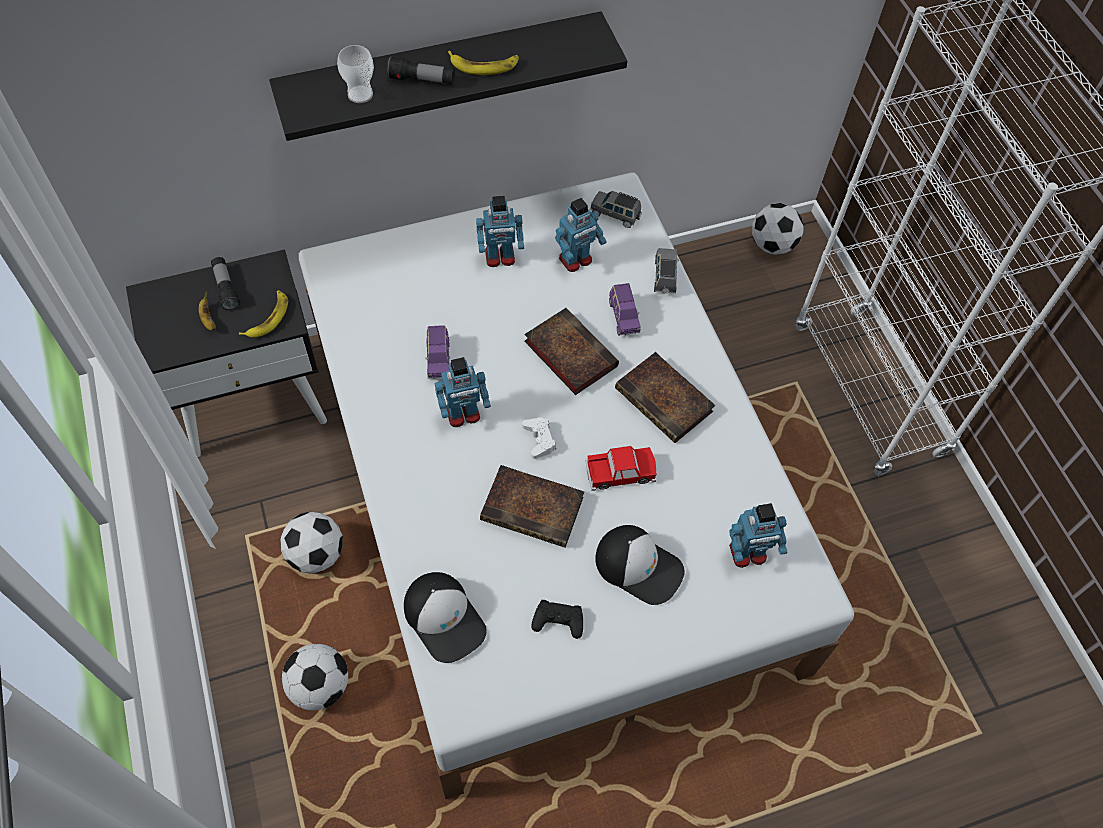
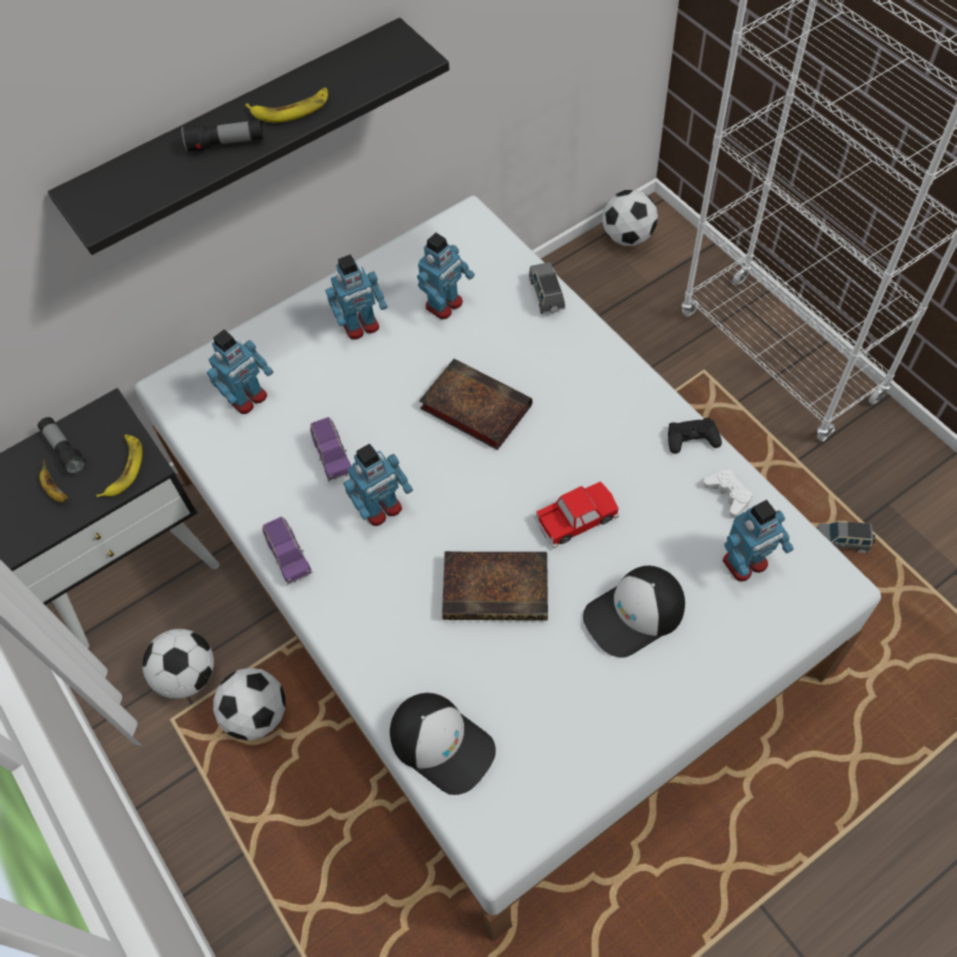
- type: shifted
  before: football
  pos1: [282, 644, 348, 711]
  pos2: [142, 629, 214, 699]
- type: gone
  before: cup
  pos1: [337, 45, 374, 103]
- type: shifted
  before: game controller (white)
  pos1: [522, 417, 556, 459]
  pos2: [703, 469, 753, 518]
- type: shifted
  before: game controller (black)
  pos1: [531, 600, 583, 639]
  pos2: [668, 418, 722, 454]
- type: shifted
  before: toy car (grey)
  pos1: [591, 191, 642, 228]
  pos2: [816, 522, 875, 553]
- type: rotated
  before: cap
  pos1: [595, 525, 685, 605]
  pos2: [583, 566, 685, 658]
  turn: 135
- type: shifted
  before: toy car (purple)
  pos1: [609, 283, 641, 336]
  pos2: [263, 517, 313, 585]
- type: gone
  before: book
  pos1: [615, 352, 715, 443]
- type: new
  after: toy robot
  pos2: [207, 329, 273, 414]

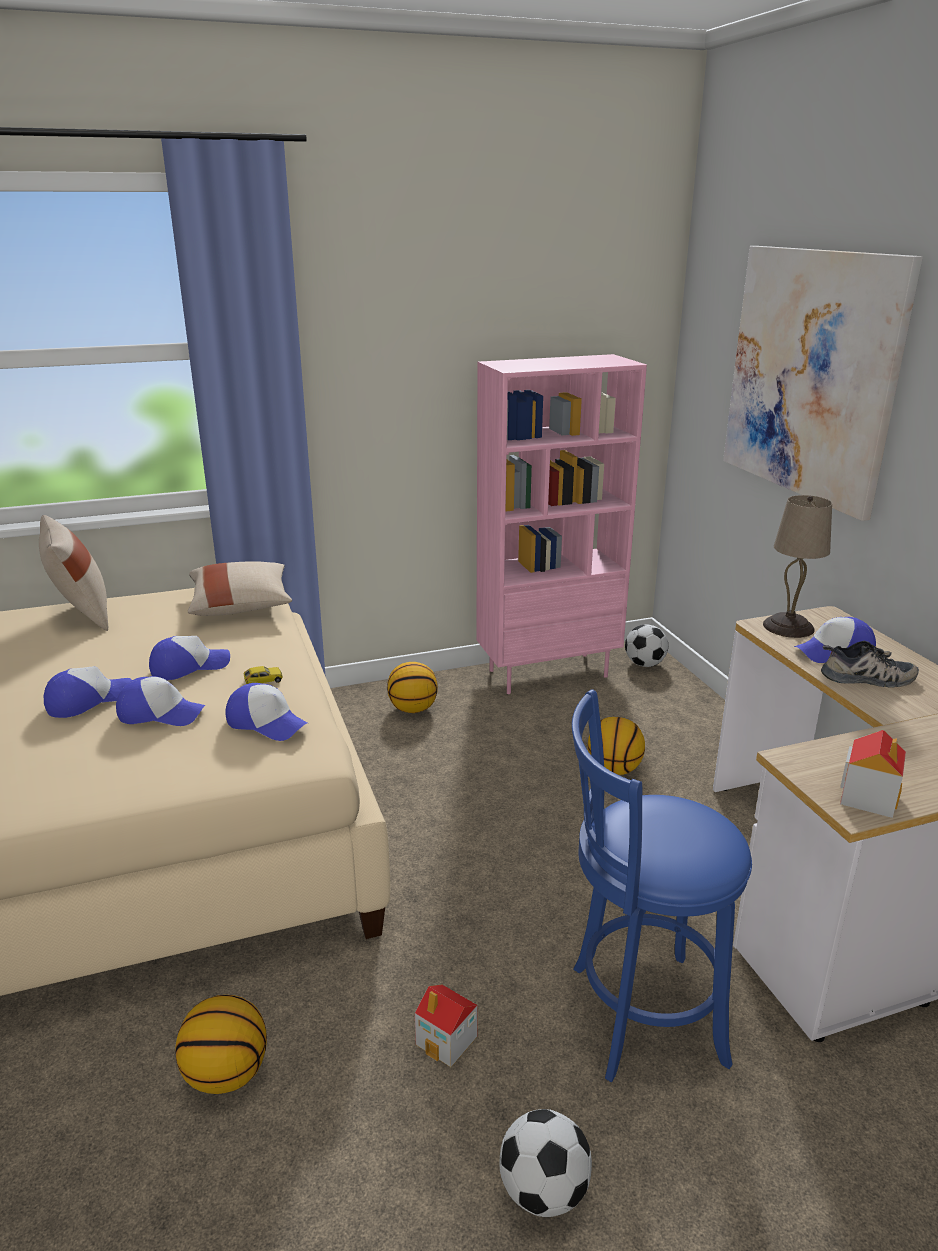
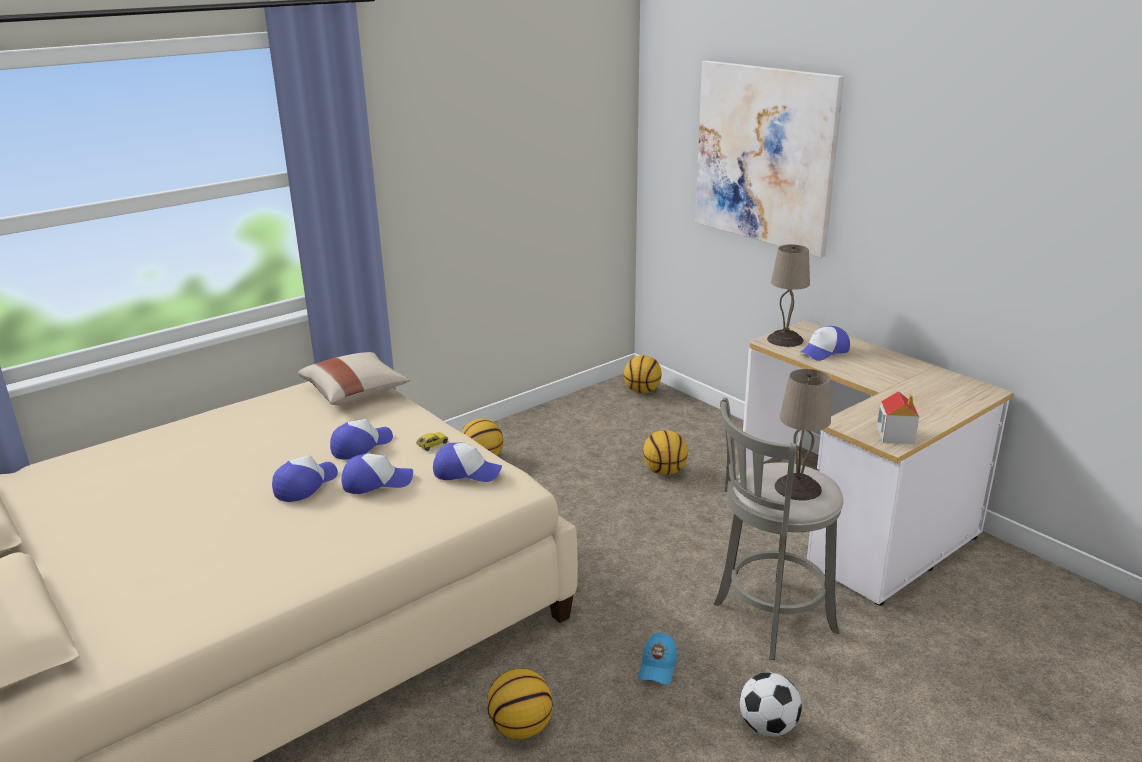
- type: gone
  before: pillow (beige)
  pos1: [39, 515, 108, 631]
- type: swapped
  before: toy house
  after: cap (blue)
  pos1: [415, 985, 477, 1067]
  pos2: [638, 633, 677, 685]
- type: gone
  before: bookcase (pink)
  pos1: [476, 354, 647, 694]
- type: repainted
  before: stool (blue)
  after: stool (grey)
  pos1: [572, 689, 752, 1082]
  pos2: [713, 398, 844, 660]
- type: swapped
  before: football
  after: basketball
  pos1: [625, 624, 668, 667]
  pos2: [624, 356, 662, 393]
- type: gone
  before: shoe
  pos1: [821, 641, 919, 688]
- type: new
  after: table lamp (beige)
  pos2: [774, 369, 831, 501]

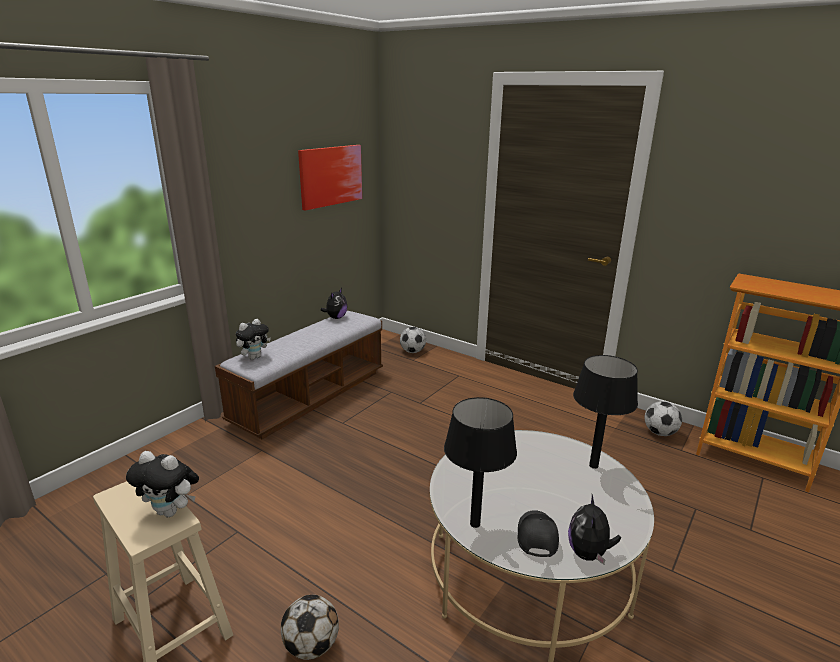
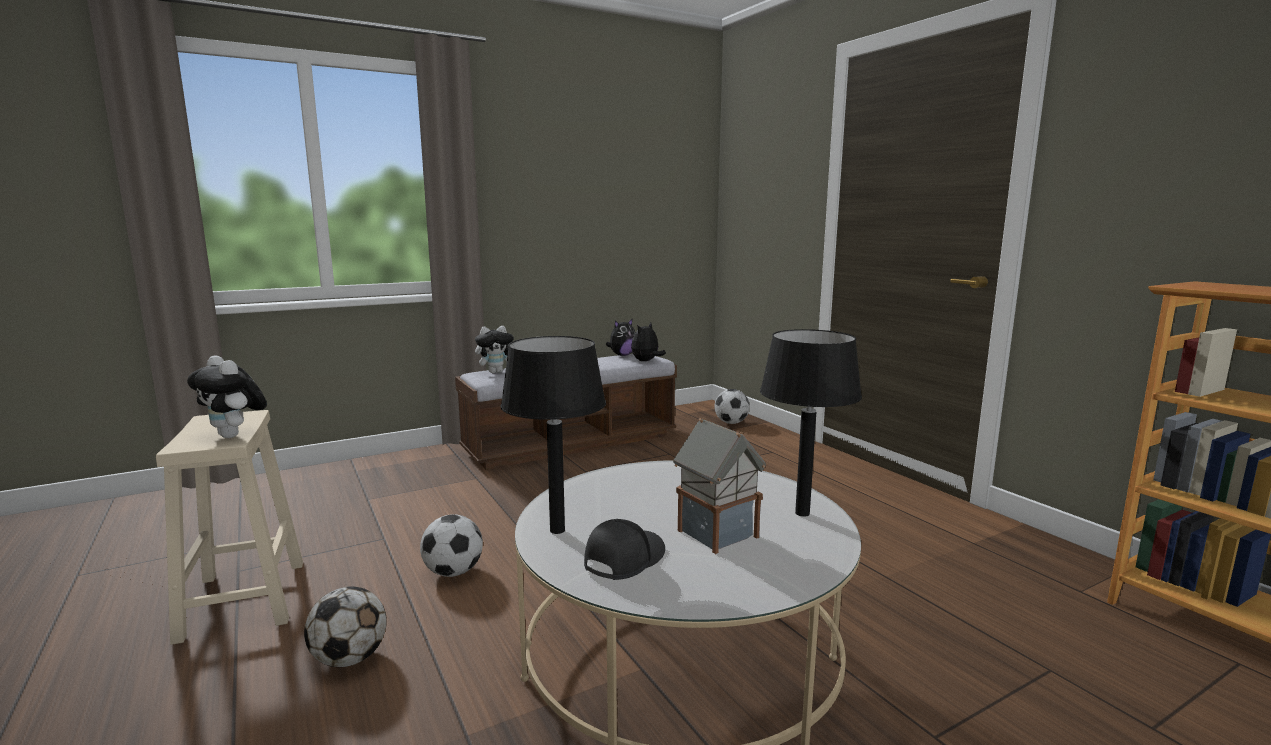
- type: gone
  before: picture
  pos1: [298, 145, 362, 211]
- type: shifted
  before: plush toy
  pos1: [568, 495, 621, 565]
  pos2: [631, 323, 666, 361]
- type: shifted
  before: football
  pos1: [645, 401, 682, 436]
  pos2: [420, 514, 483, 577]
- type: new
  after: toy house
  pos2: [673, 417, 766, 554]

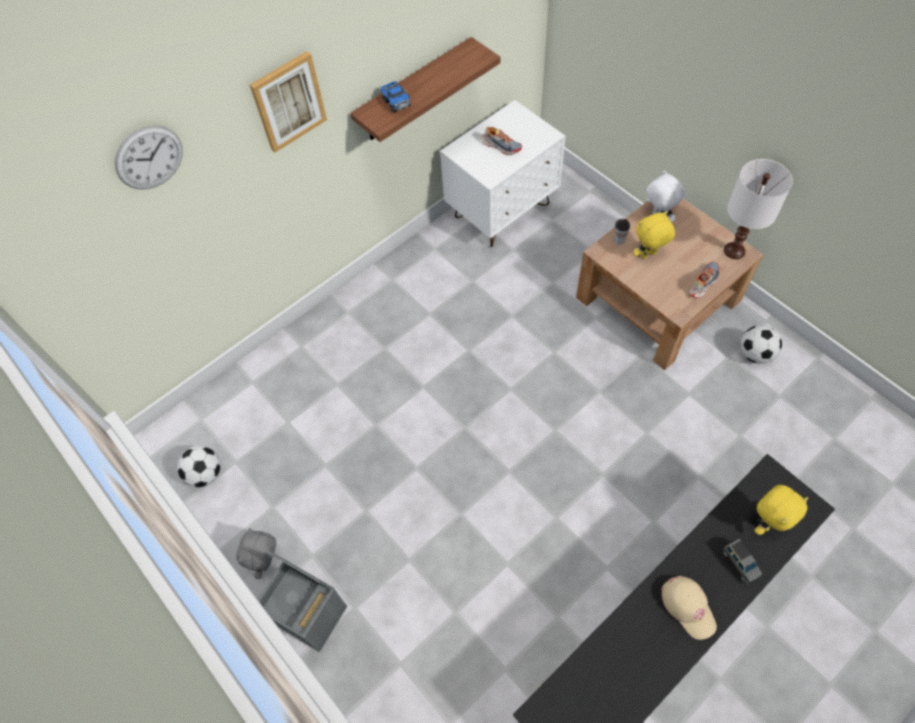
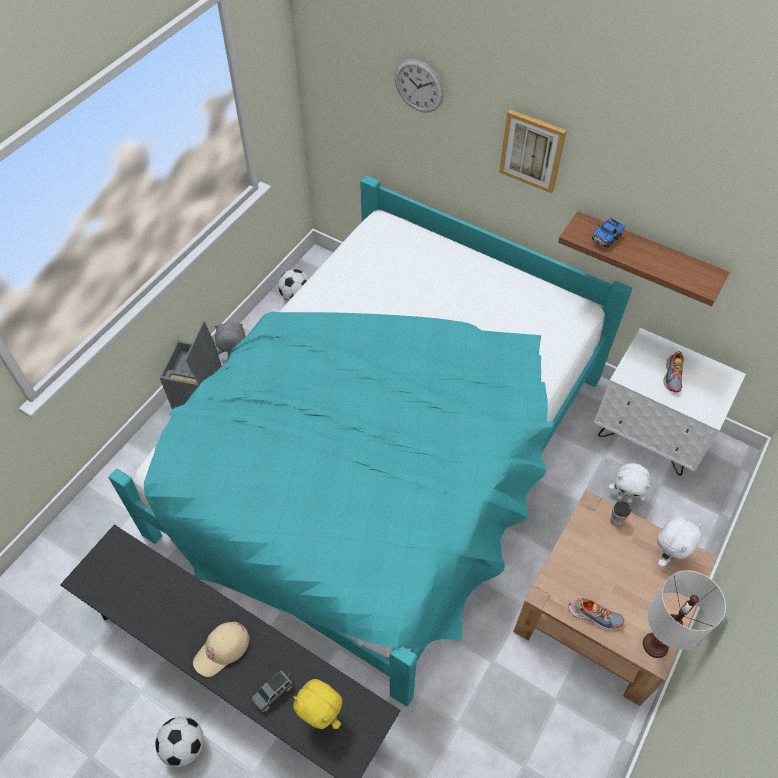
- type: gone
  before: plush toy (yellow)
  pos1: [633, 211, 675, 259]
- type: shifted
  before: football
  pos1: [740, 325, 782, 364]
  pos2: [155, 716, 204, 767]
- type: new
  after: bed (turquoise)
  pos2: [108, 176, 632, 706]
- type: new
  after: plush toy (white)
  pos2: [609, 463, 651, 503]

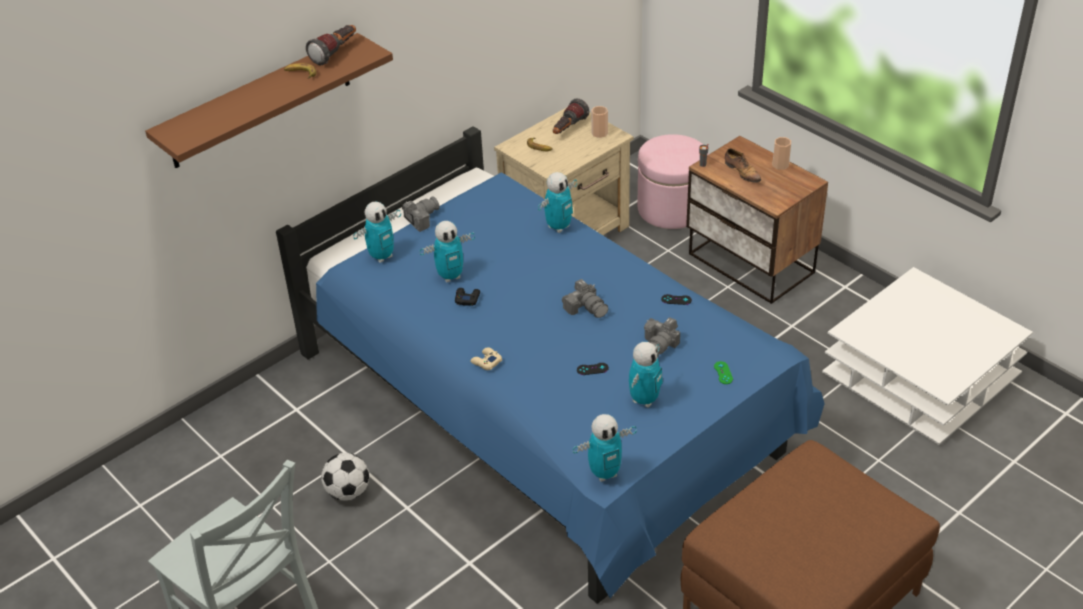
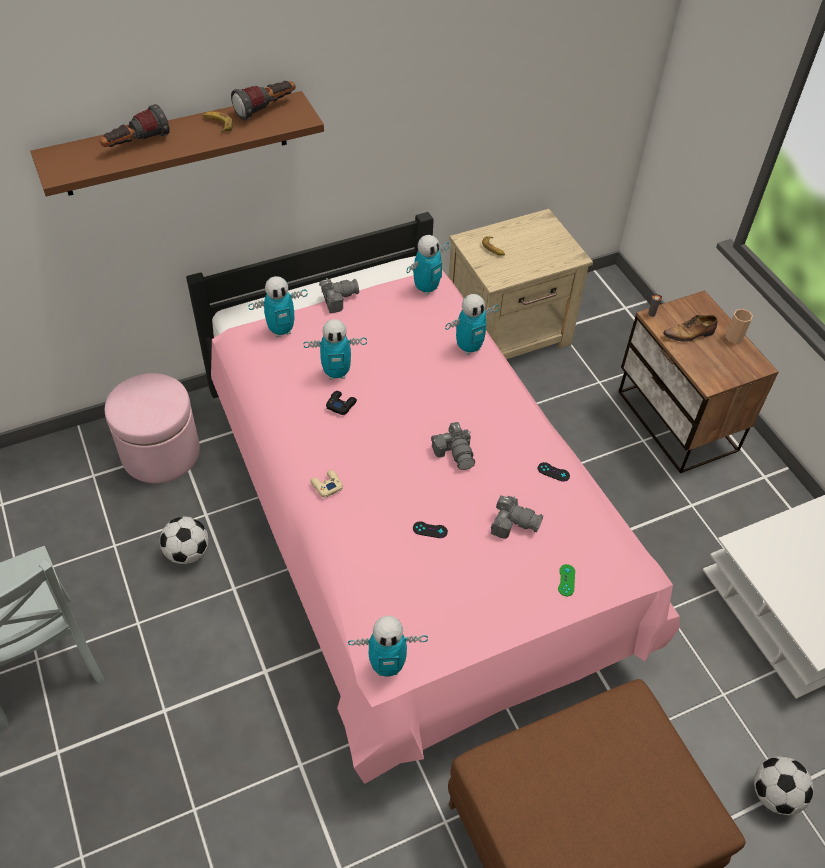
- type: repainted
  before: bed (blue)
  after: bed (pink)
  pos1: [276, 126, 825, 604]
  pos2: [186, 212, 680, 784]
- type: shifted
  before: flashlight
  pos1: [553, 98, 590, 134]
  pos2: [100, 104, 170, 147]
- type: gone
  before: cup
  pos1: [591, 106, 608, 138]
- type: shifted
  before: toy robot
  pos1: [629, 342, 663, 408]
  pos2: [406, 235, 449, 295]
- type: shifted
  before: ottoman (pink)
  pos1: [638, 134, 709, 229]
  pos2: [105, 373, 200, 483]
- type: rotated
  before: photo camera
  pos1: [644, 317, 680, 356]
  pos2: [491, 495, 543, 539]
  turn: -120
- type: rotated
  before: shoe
  pos1: [725, 148, 761, 183]
  pos2: [663, 315, 718, 342]
  turn: 90
- type: new
  after: football
  pos2: [754, 756, 813, 815]

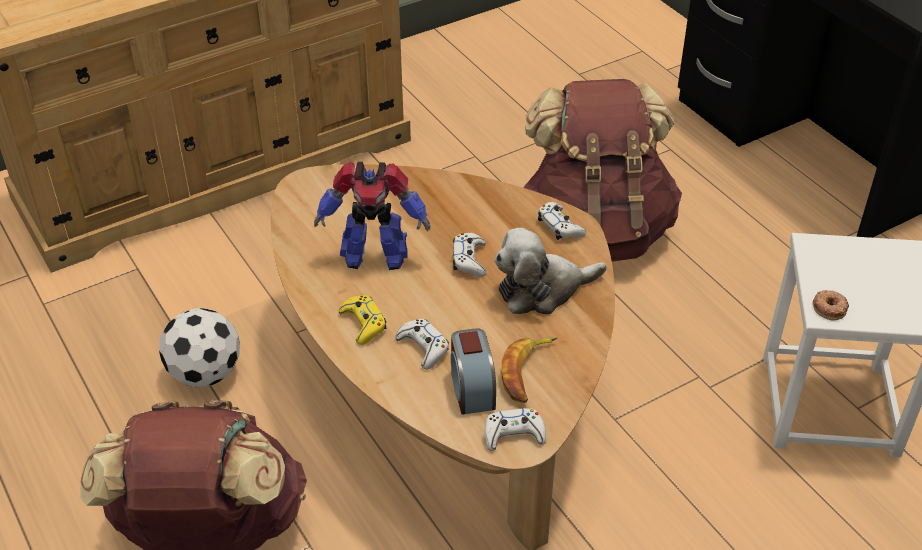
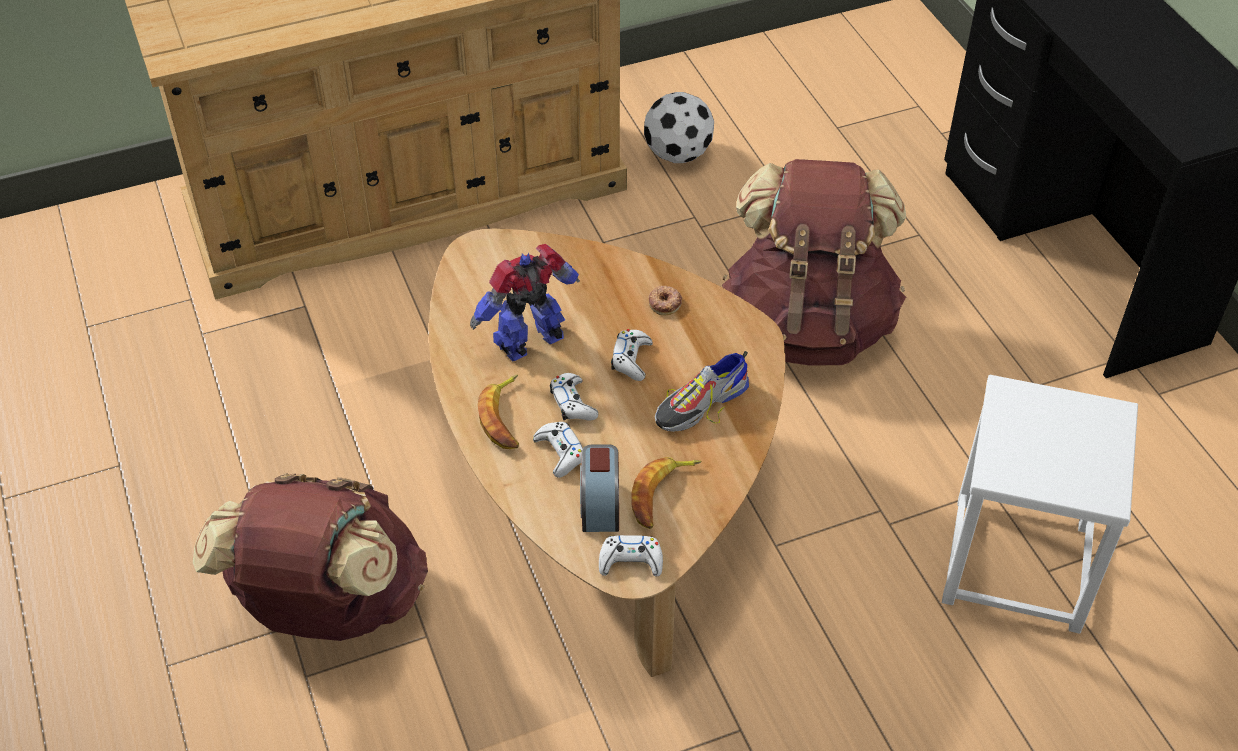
- type: shifted
  before: football
  pos1: [159, 308, 240, 387]
  pos2: [644, 92, 714, 163]
- type: rotated
  before: toy robot
  pos1: [314, 162, 430, 270]
  pos2: [470, 244, 580, 361]
  turn: 135
- type: swapped
  before: game controller (yellow)
  after: banana
  pos1: [339, 295, 386, 345]
  pos2: [478, 374, 519, 449]
- type: swapped
  before: plush toy
  after: shoe
  pos1: [494, 228, 607, 315]
  pos2: [655, 351, 749, 432]
- type: shifted
  before: game controller (white)
  pos1: [538, 202, 586, 240]
  pos2: [550, 373, 598, 420]
- type: shifted
  before: donut
  pos1: [812, 290, 849, 321]
  pos2: [649, 286, 682, 316]

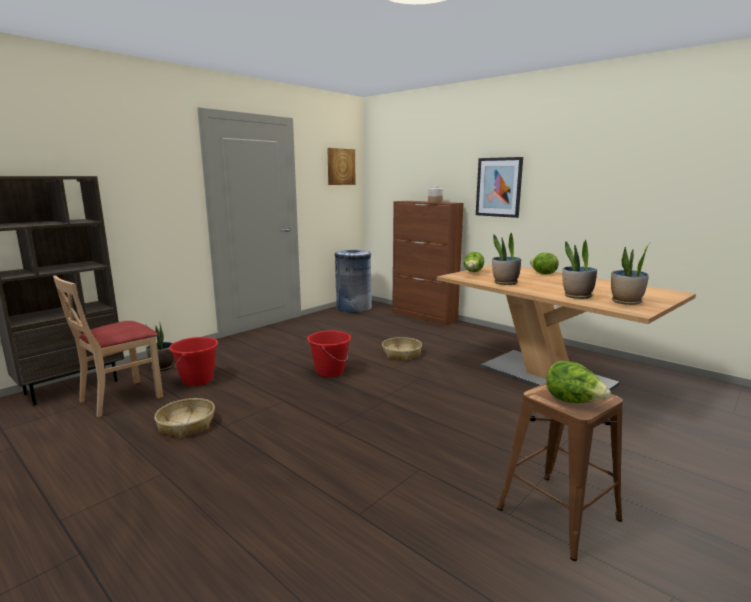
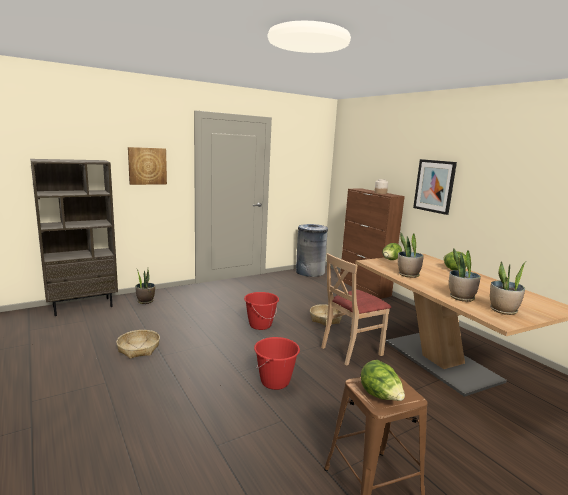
- type: shifted
  before: chair (beige)
  pos1: [53, 275, 163, 417]
  pos2: [321, 253, 391, 366]
- type: shifted
  before: bucket (red)
  pos1: [169, 337, 218, 386]
  pos2: [254, 337, 300, 390]
- type: shifted
  before: picture
  pos1: [327, 148, 355, 185]
  pos2: [128, 147, 167, 185]

